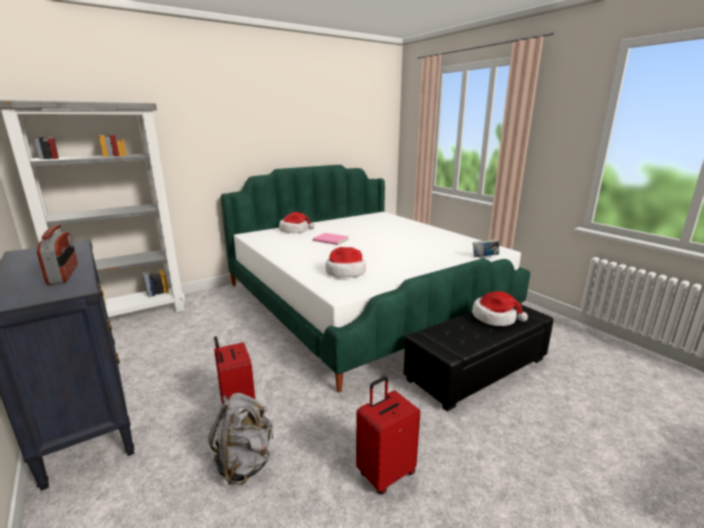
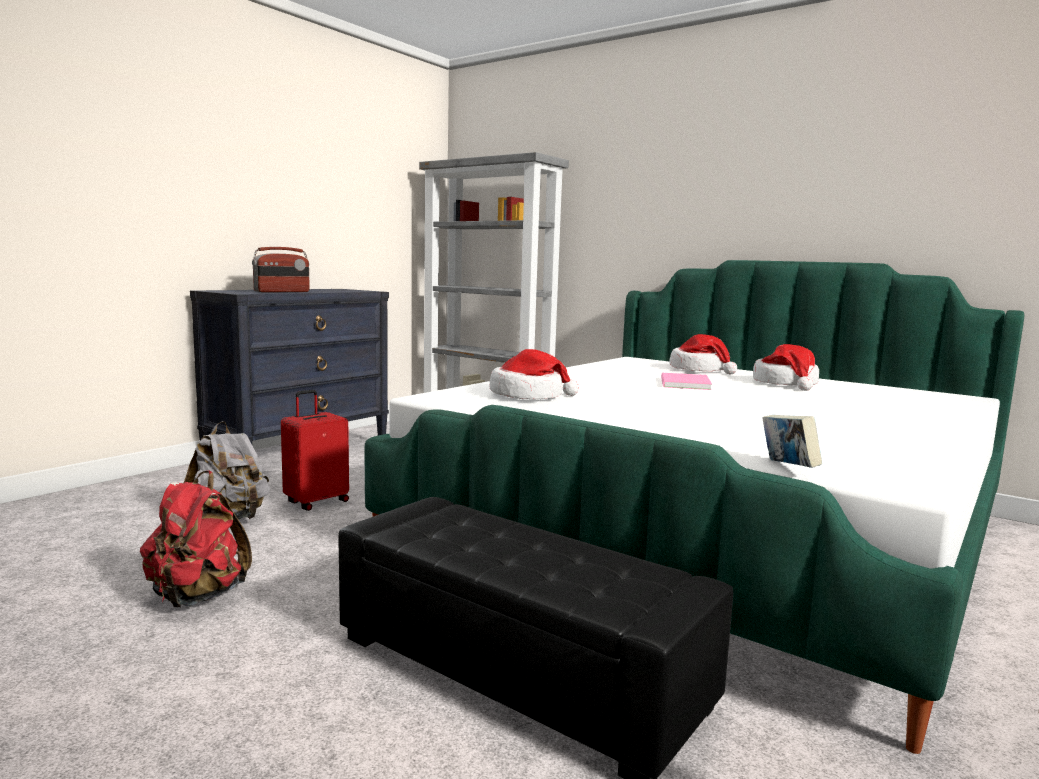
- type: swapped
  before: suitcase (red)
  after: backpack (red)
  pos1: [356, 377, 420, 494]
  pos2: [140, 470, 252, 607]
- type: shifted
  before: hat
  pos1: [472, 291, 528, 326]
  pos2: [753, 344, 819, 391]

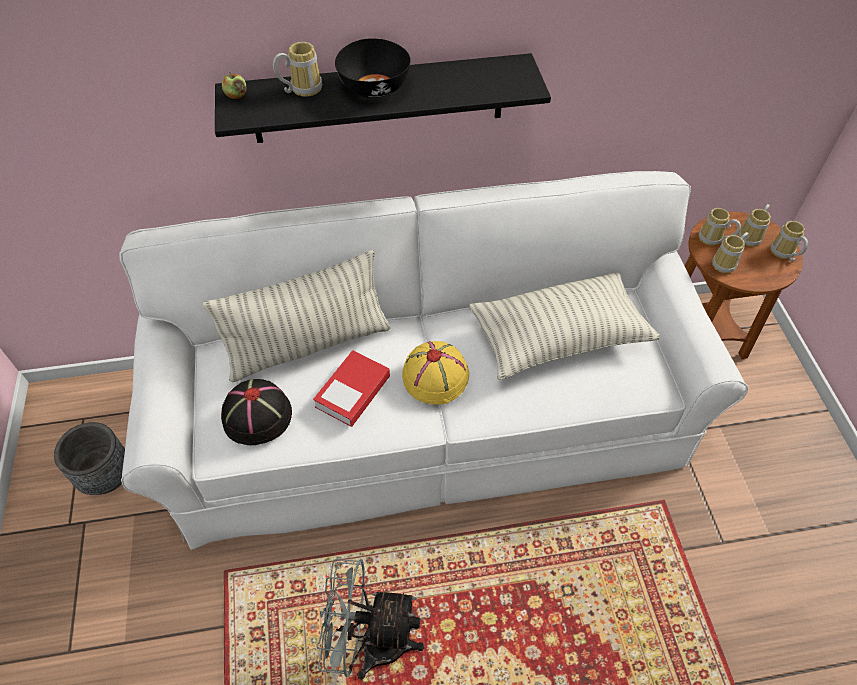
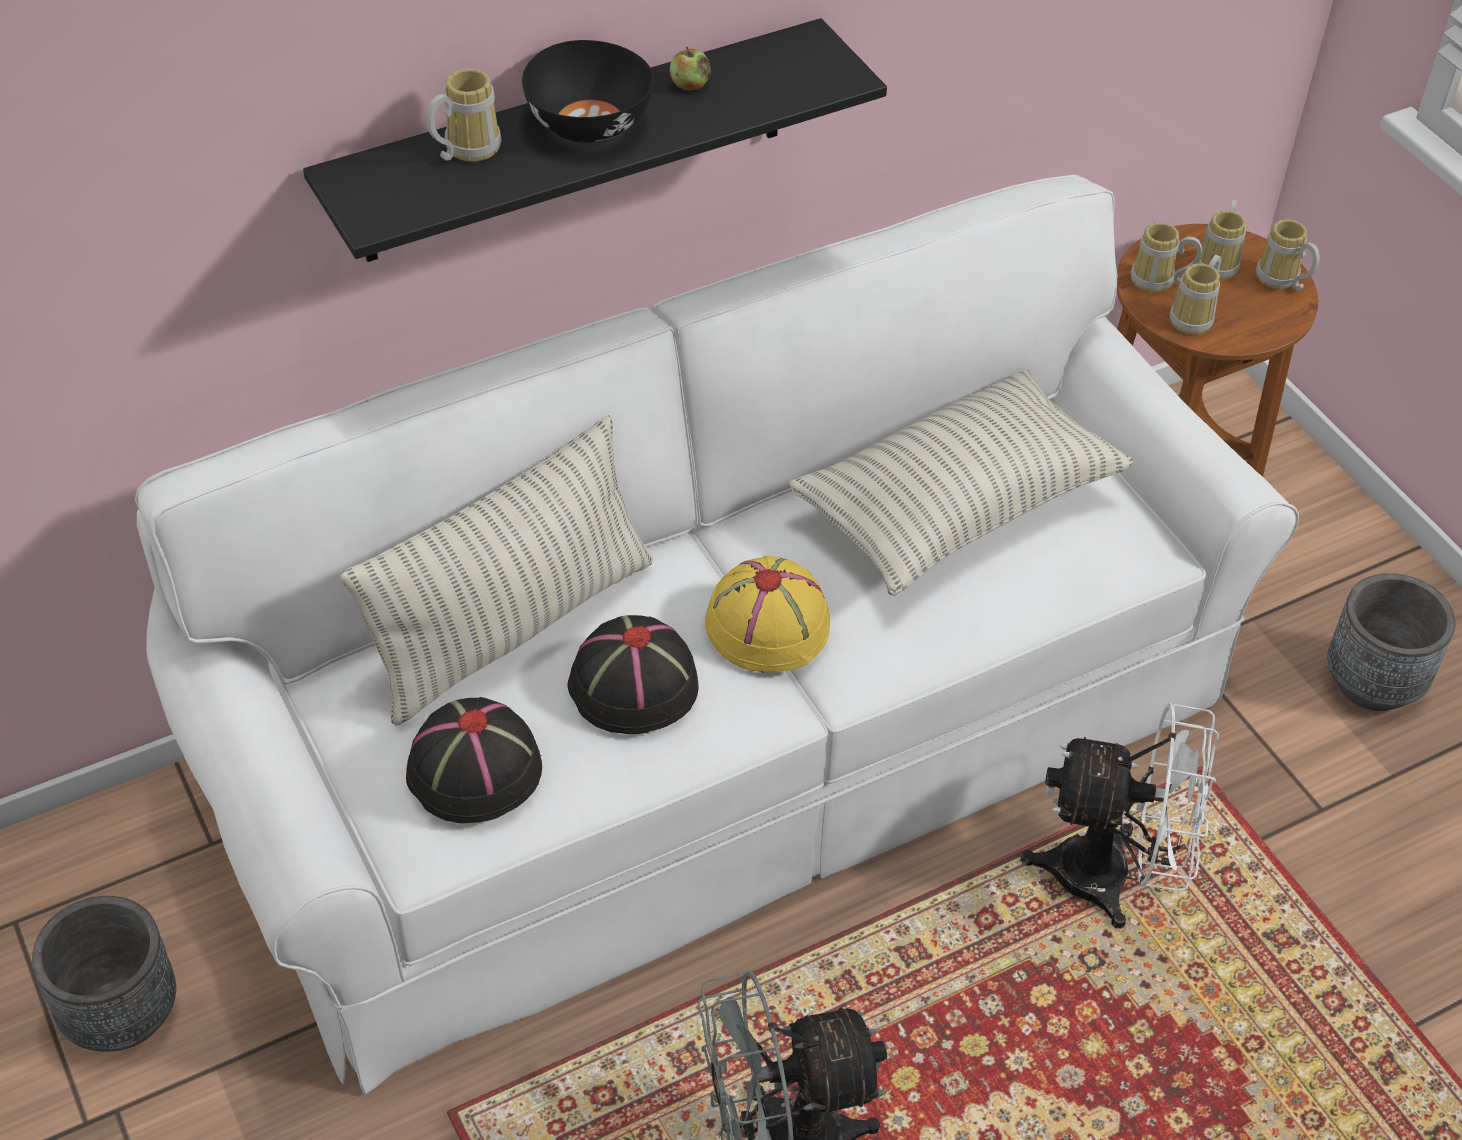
- type: shifted
  before: apple
  pos1: [222, 72, 246, 99]
  pos2: [670, 47, 710, 91]
- type: swapped
  before: book
  after: hat (black)
  pos1: [313, 350, 390, 427]
  pos2: [567, 615, 699, 734]
- type: new
  after: fan (white)
  pos2: [1020, 702, 1219, 929]
- type: new
  after: planter (grey)
  pos2: [1327, 573, 1455, 711]

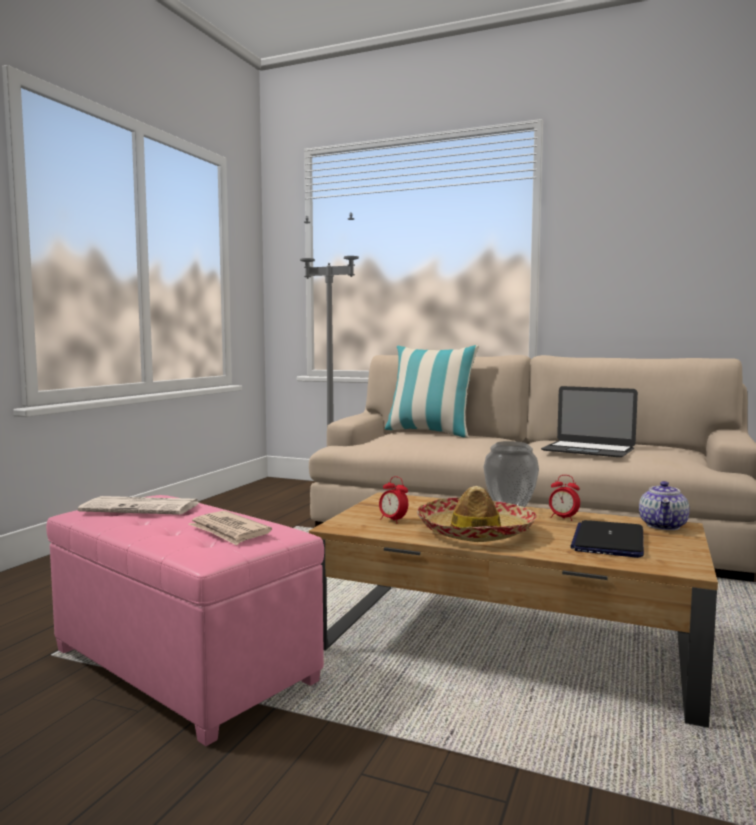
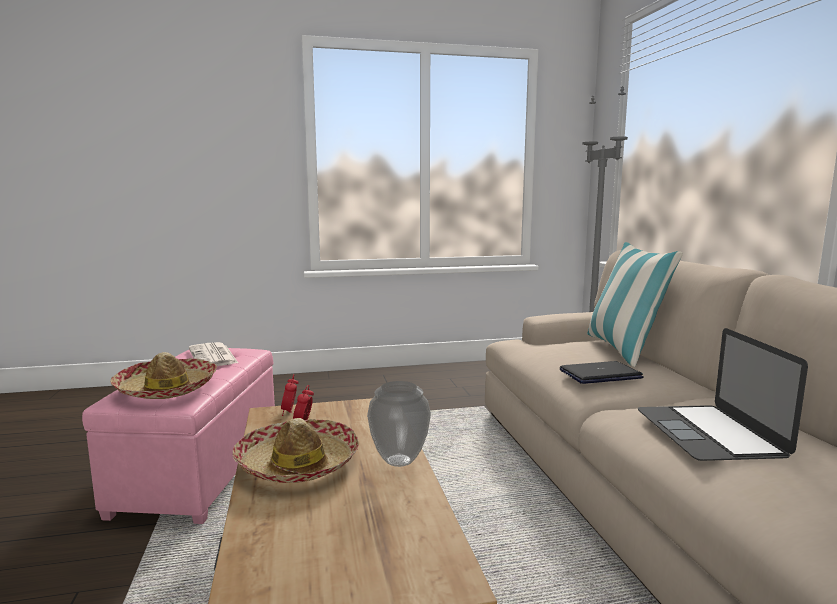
- type: swapped
  before: newspaper
  after: hat
  pos1: [188, 511, 272, 546]
  pos2: [110, 352, 217, 399]
- type: shifted
  before: alarm clock
  pos1: [549, 475, 580, 521]
  pos2: [281, 375, 298, 416]
- type: shifted
  before: laptop
  pos1: [570, 520, 644, 558]
  pos2: [560, 361, 644, 384]
- type: gone
  before: teapot
  pos1: [639, 481, 690, 530]

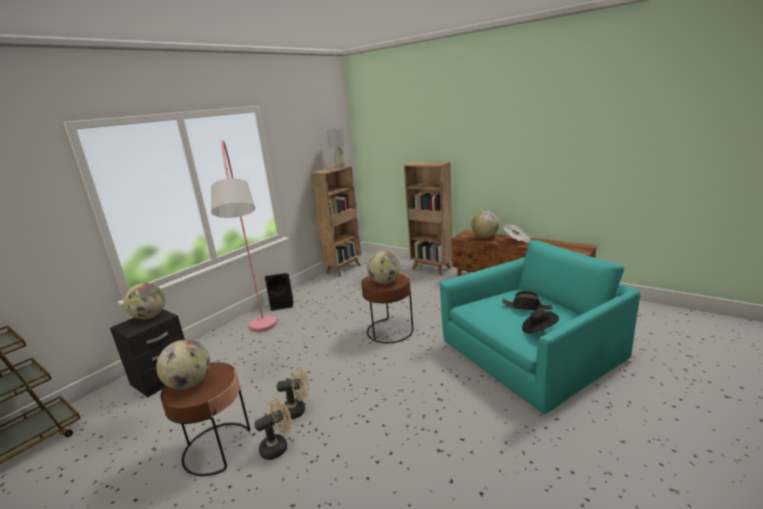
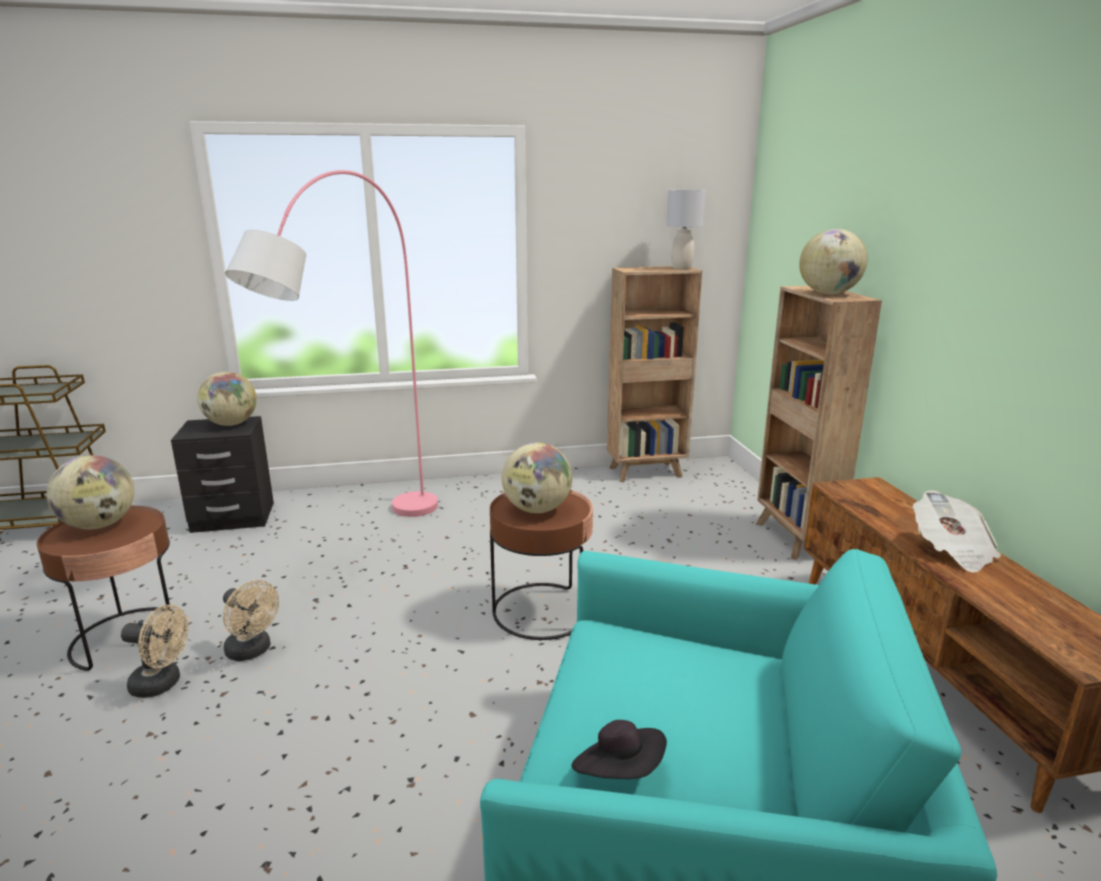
- type: gone
  before: speaker (black)
  pos1: [265, 273, 293, 311]
- type: shifted
  before: globe
  pos1: [471, 211, 499, 238]
  pos2: [799, 229, 868, 294]
- type: gone
  before: hat (black)
  pos1: [502, 291, 553, 311]

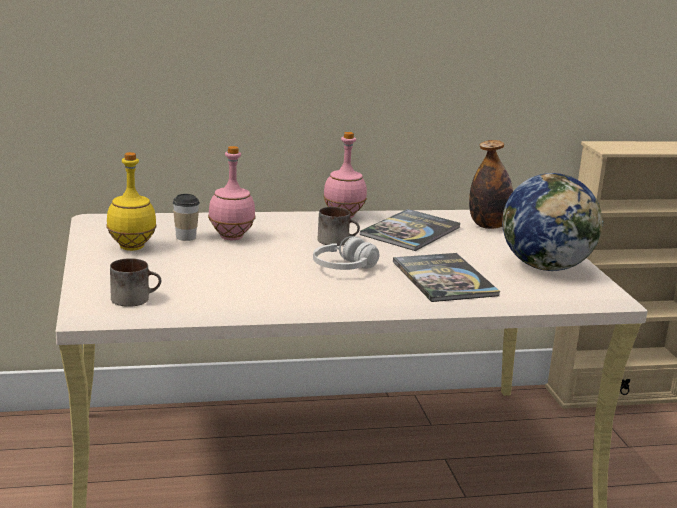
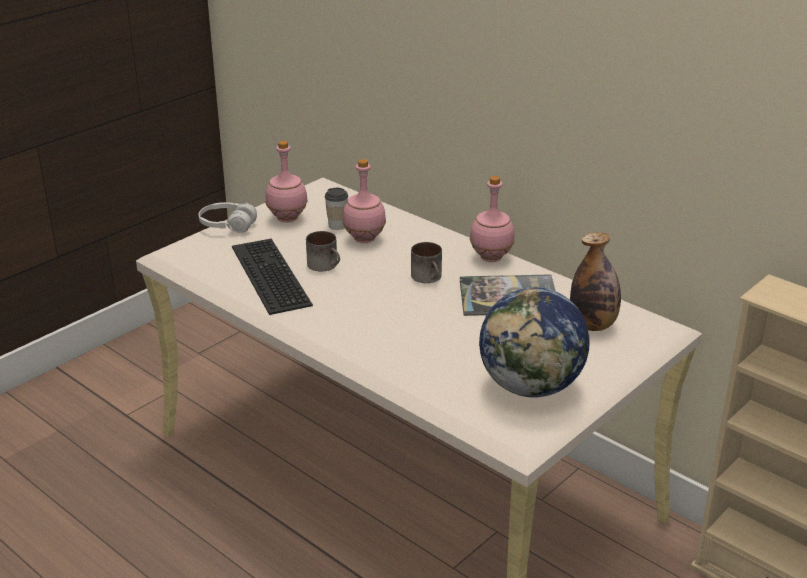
- type: repainted
  before: bottle (yellow)
  after: bottle (pink)
  pos1: [106, 152, 157, 251]
  pos2: [265, 141, 308, 223]
- type: shifted
  before: mug
  pos1: [110, 258, 161, 307]
  pos2: [306, 231, 340, 271]
- type: shifted
  before: headphones (white)
  pos1: [313, 236, 379, 270]
  pos2: [198, 202, 257, 233]
- type: gone
  before: book
  pos1: [393, 253, 500, 302]
- type: new
  after: keyboard
  pos2: [232, 239, 313, 315]

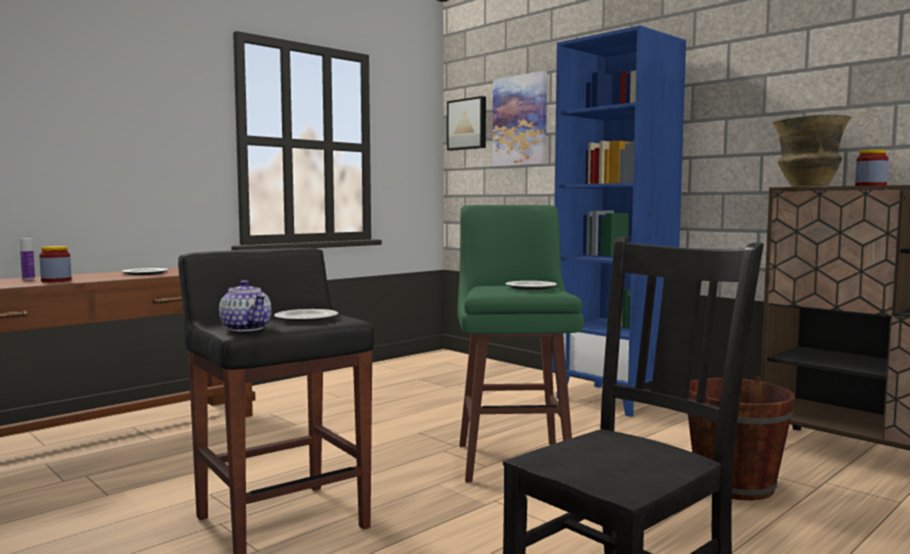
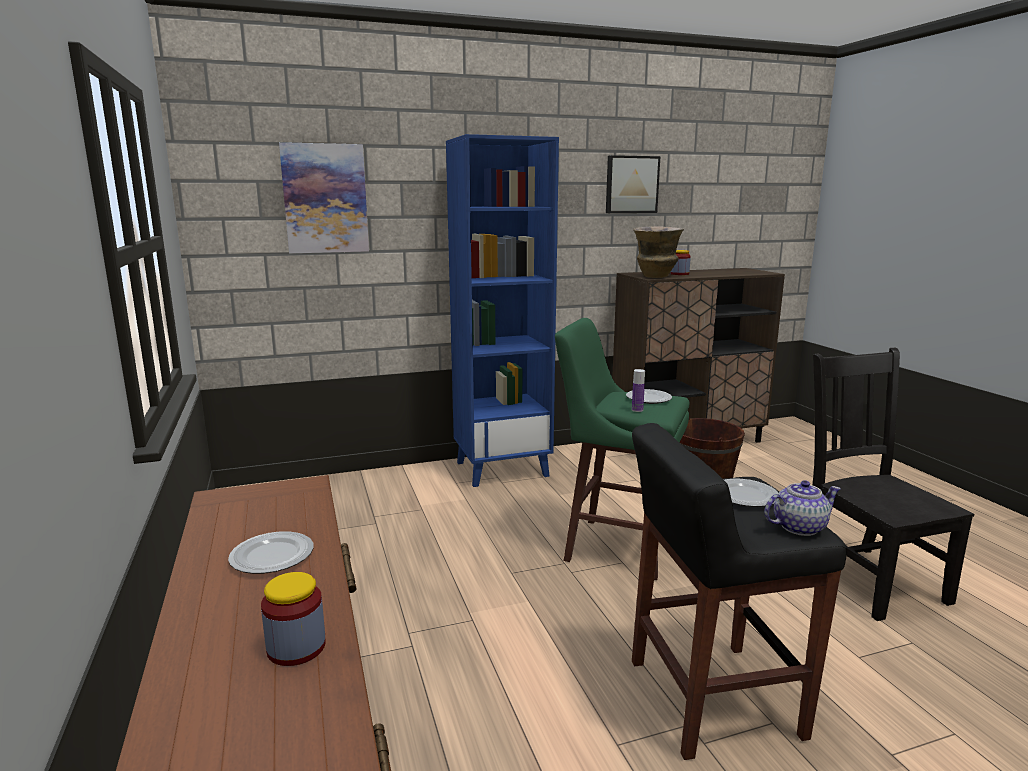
- type: shifted
  before: bottle
  pos1: [20, 239, 35, 280]
  pos2: [632, 369, 645, 412]
- type: shifted
  before: picture
  pos1: [447, 96, 486, 151]
  pos2: [606, 155, 660, 213]

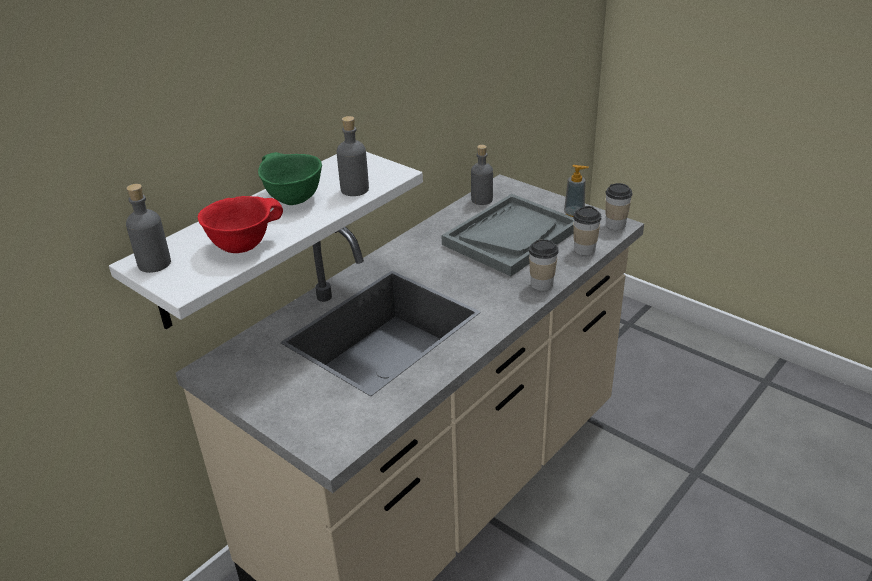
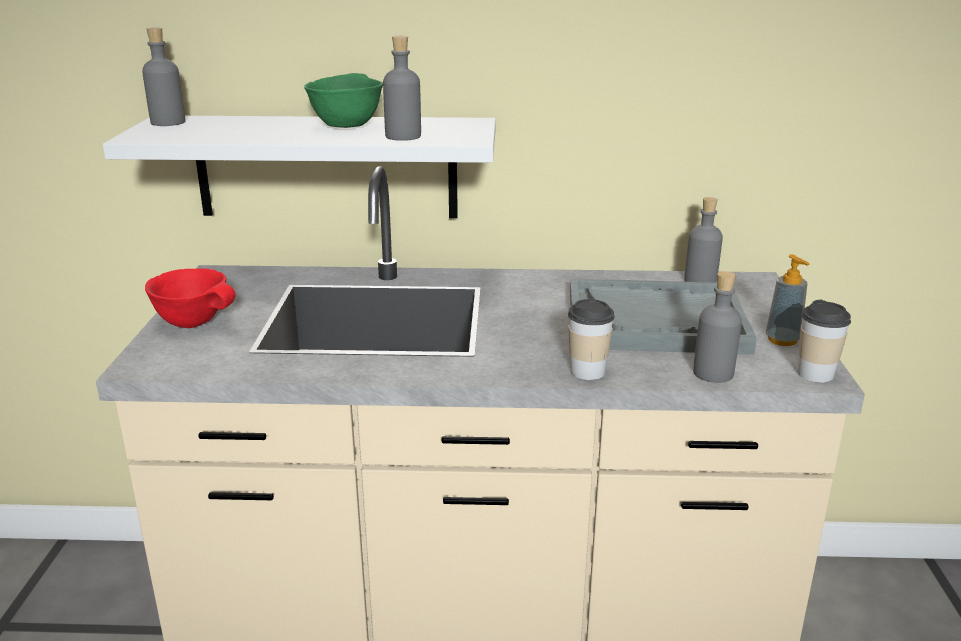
- type: shifted
  before: bowl (red)
  pos1: [198, 196, 283, 253]
  pos2: [145, 268, 236, 328]
- type: swapped
  before: cup
  after: bottle (grey)
  pos1: [573, 206, 601, 256]
  pos2: [693, 271, 742, 383]

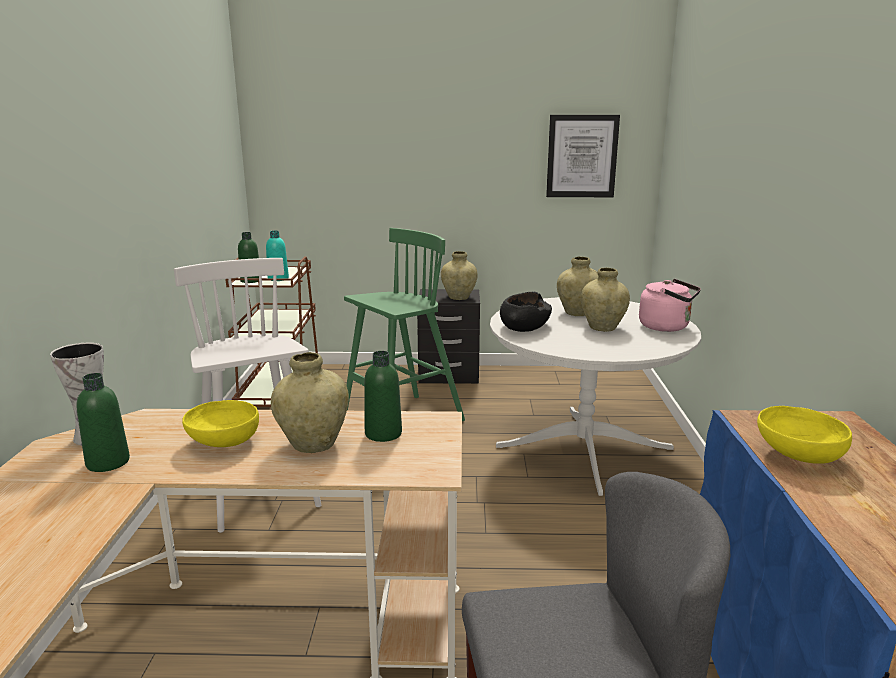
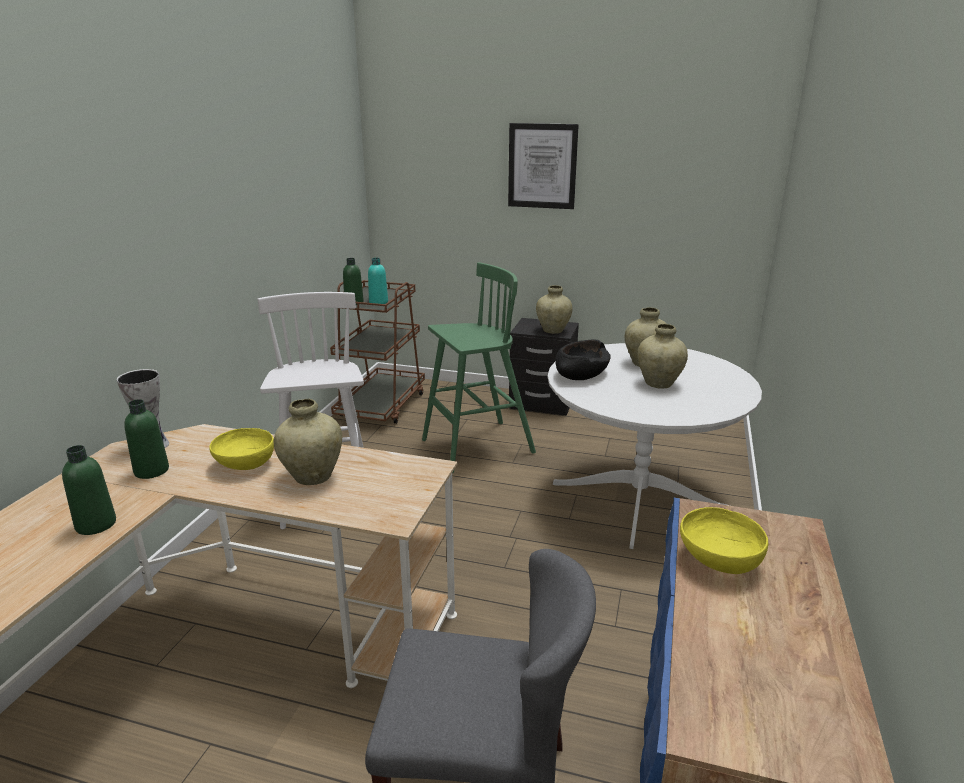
- type: shifted
  before: bottle (green)
  pos1: [364, 351, 402, 442]
  pos2: [62, 445, 116, 535]
- type: shifted
  before: picture
  pos1: [546, 115, 620, 197]
  pos2: [508, 123, 579, 209]
- type: gone
  before: kettle (pink)
  pos1: [639, 279, 701, 332]

